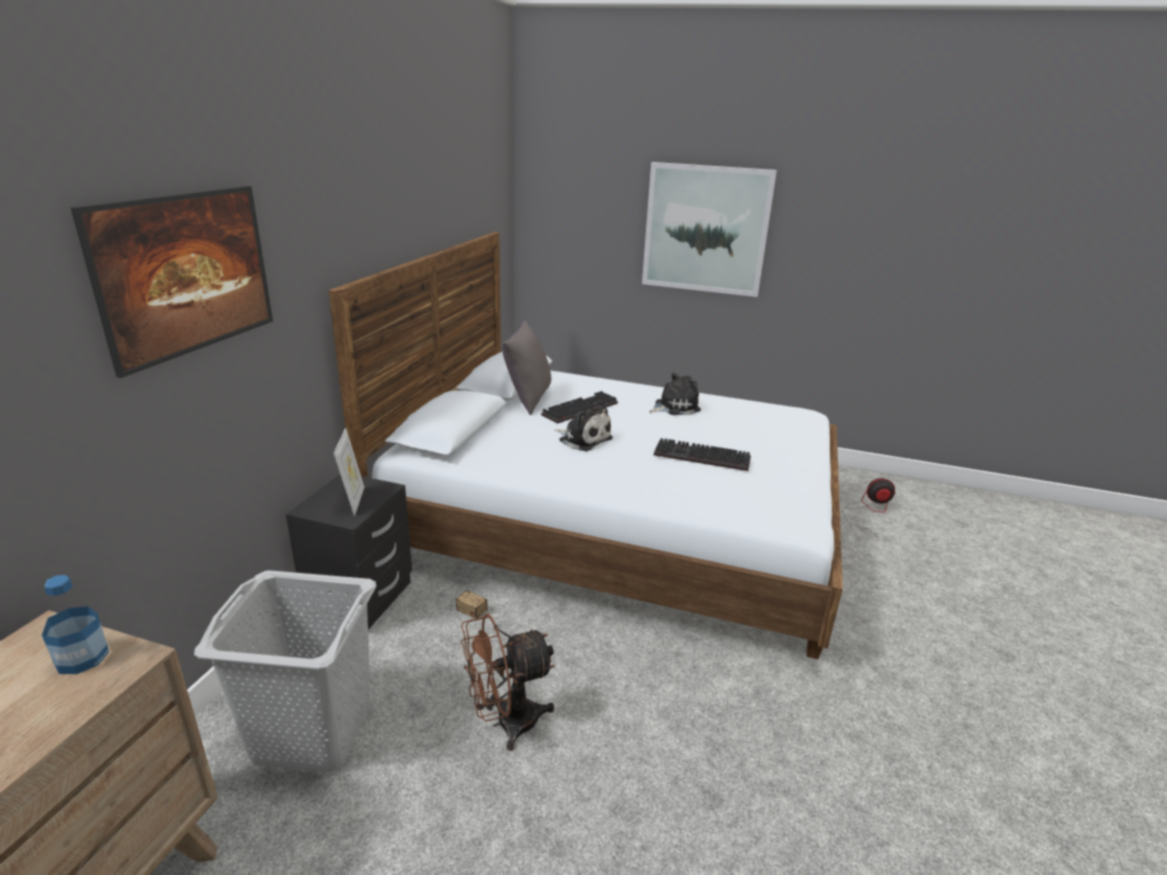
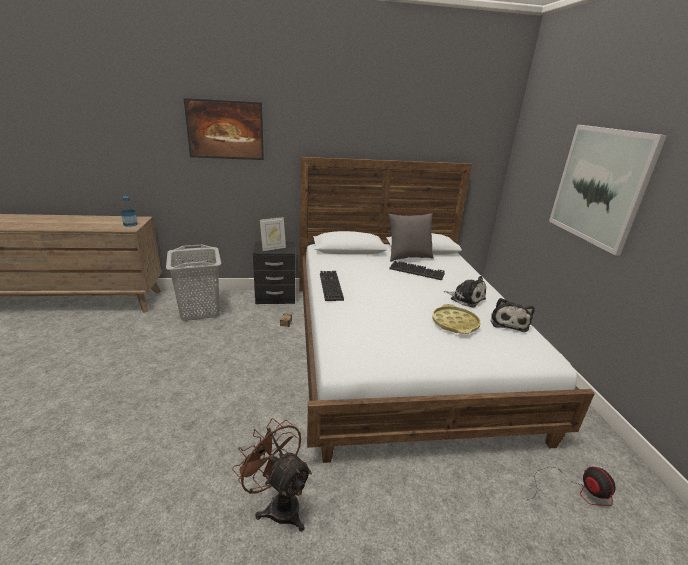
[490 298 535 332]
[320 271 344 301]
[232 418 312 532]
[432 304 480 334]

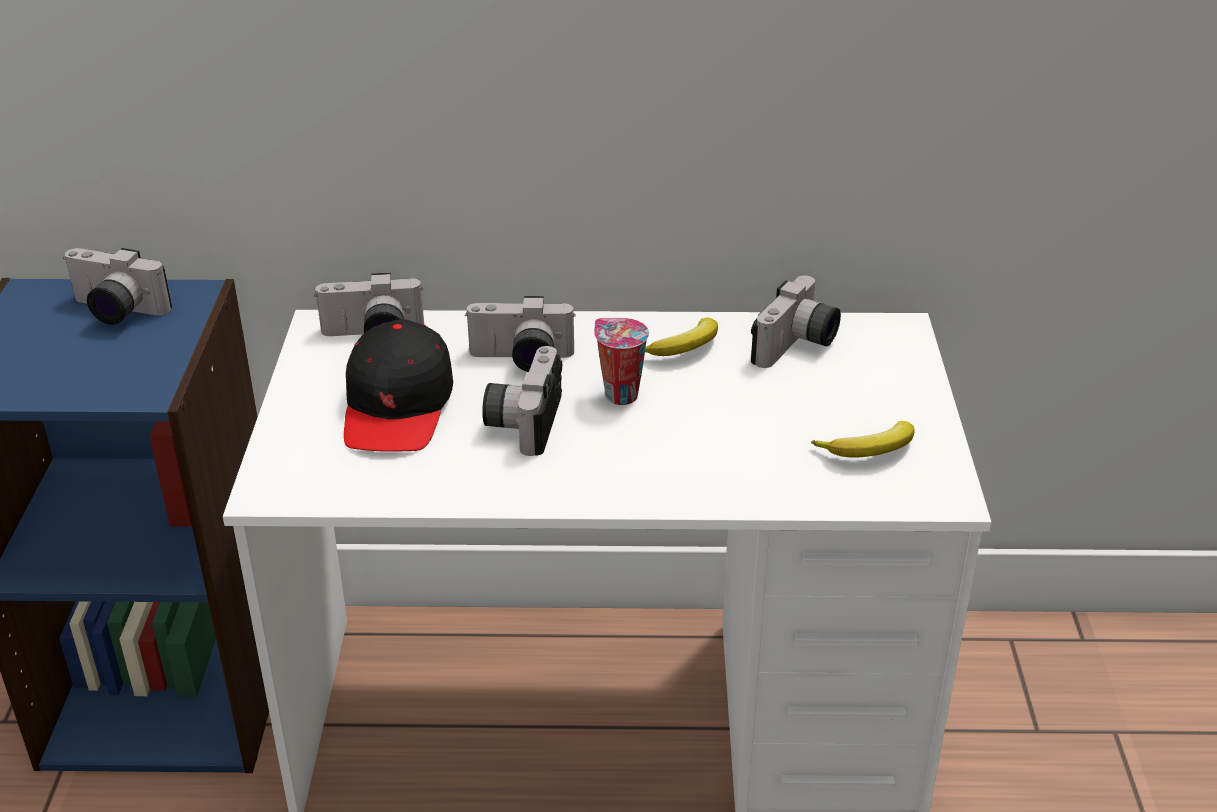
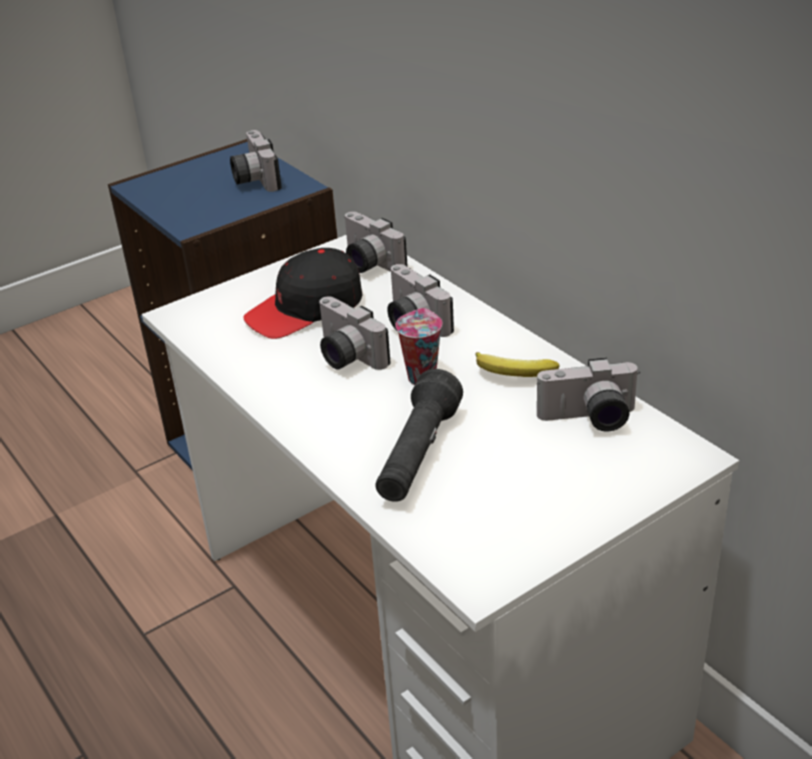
[319 296 391 370]
[811 421 915 458] (first image)
[375 369 463 502]

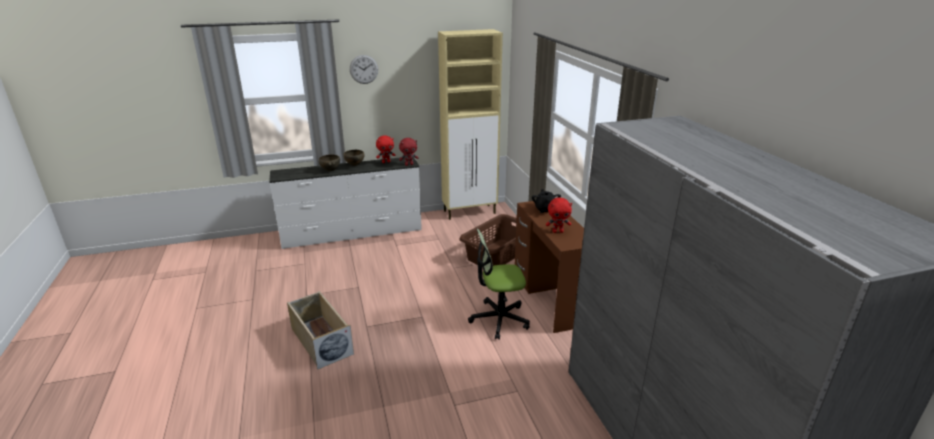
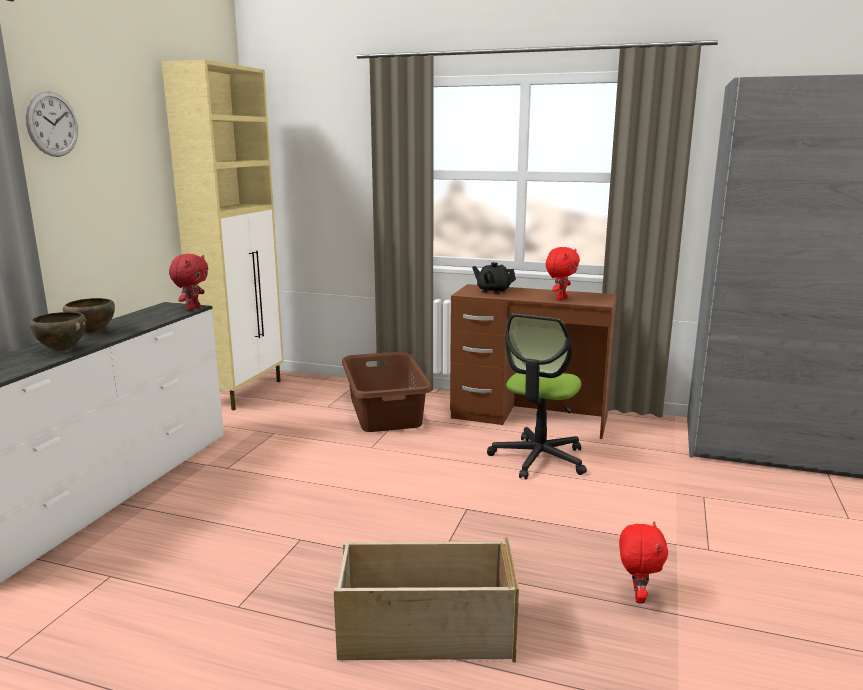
[619 522 668 604]

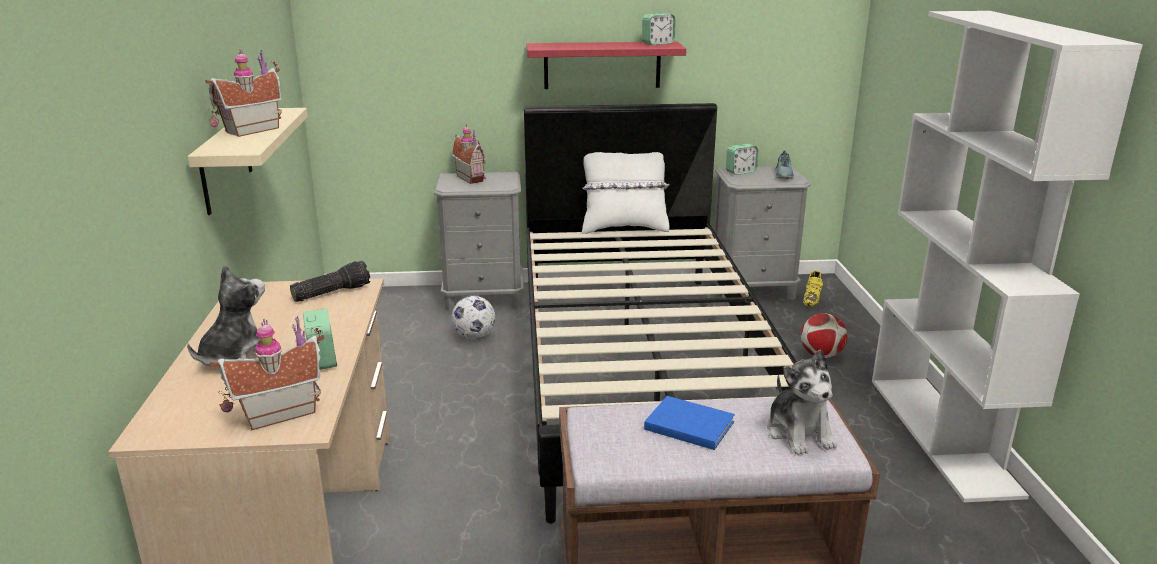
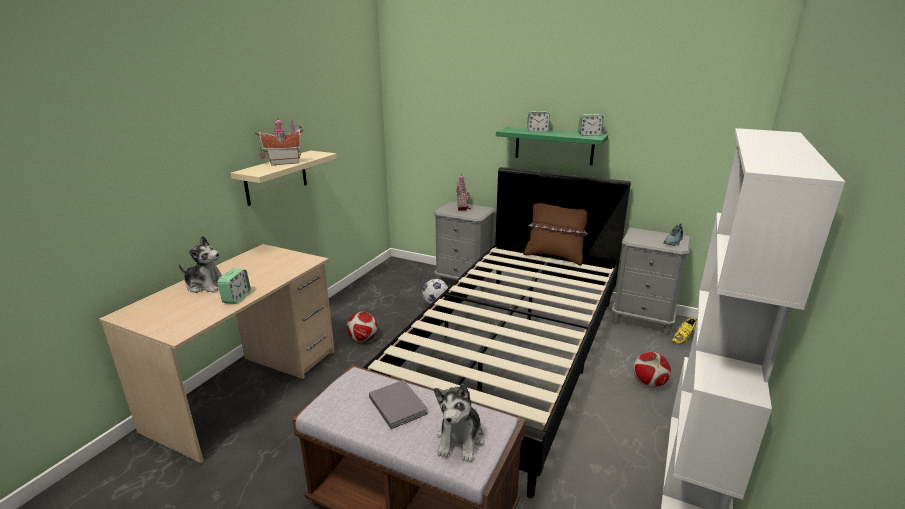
[496 127 608 165]
[527 111 550 132]
[523 203 588 266]
[290 261 370 302] (first image)
[179 236 223 293]
[210 316 324 430] (first image)
[369 380 428 429]
[347 311 377 342]

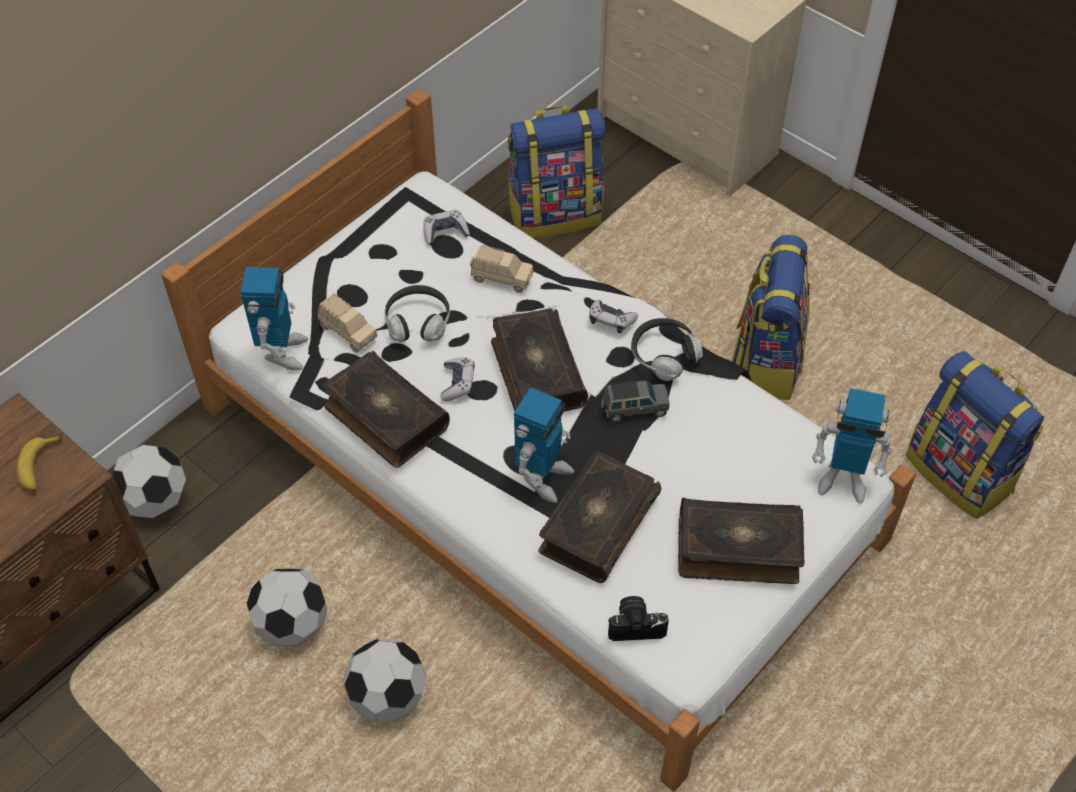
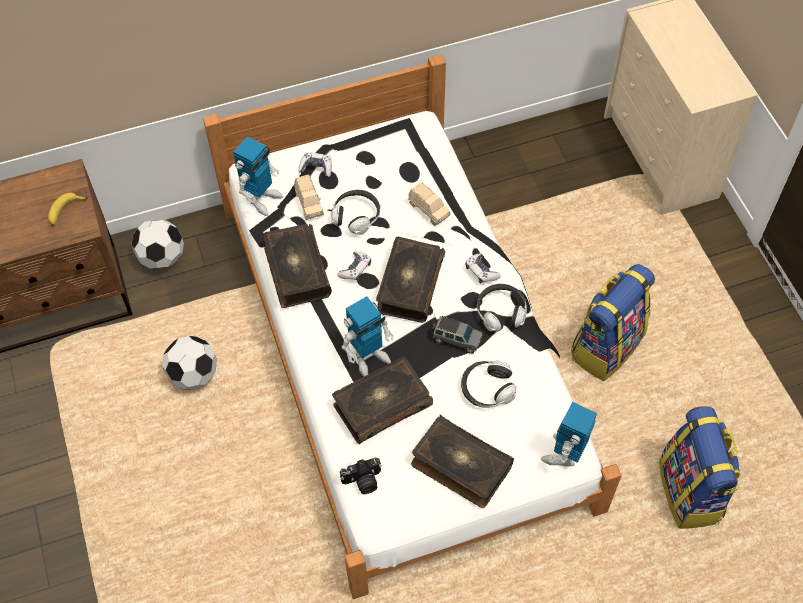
[508 106 605 239] (first image)
[298 152 332 177]
[541 402 597 466]
[340 457 382 494]
[343 639 426 722] (first image)
[461 360 516 408]

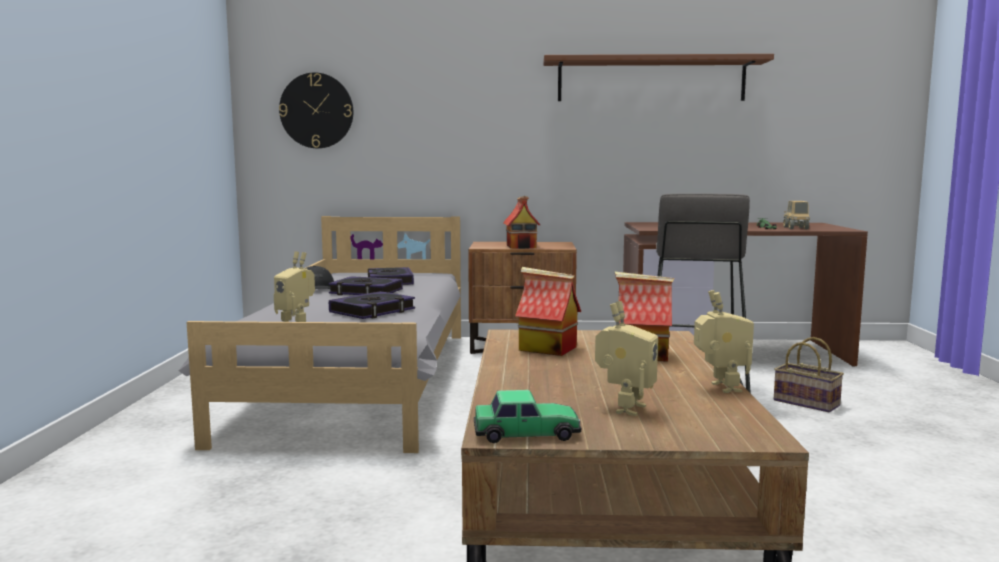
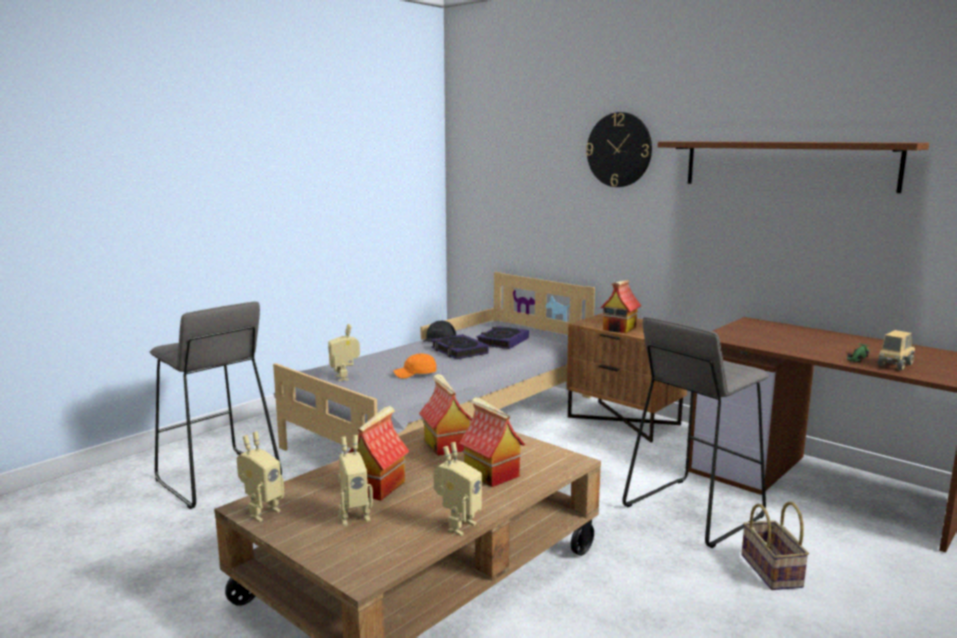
[586 112 652 187]
[393 353 437 379]
[237 431 284 522]
[150 301 282 509]
[348 406 409 501]

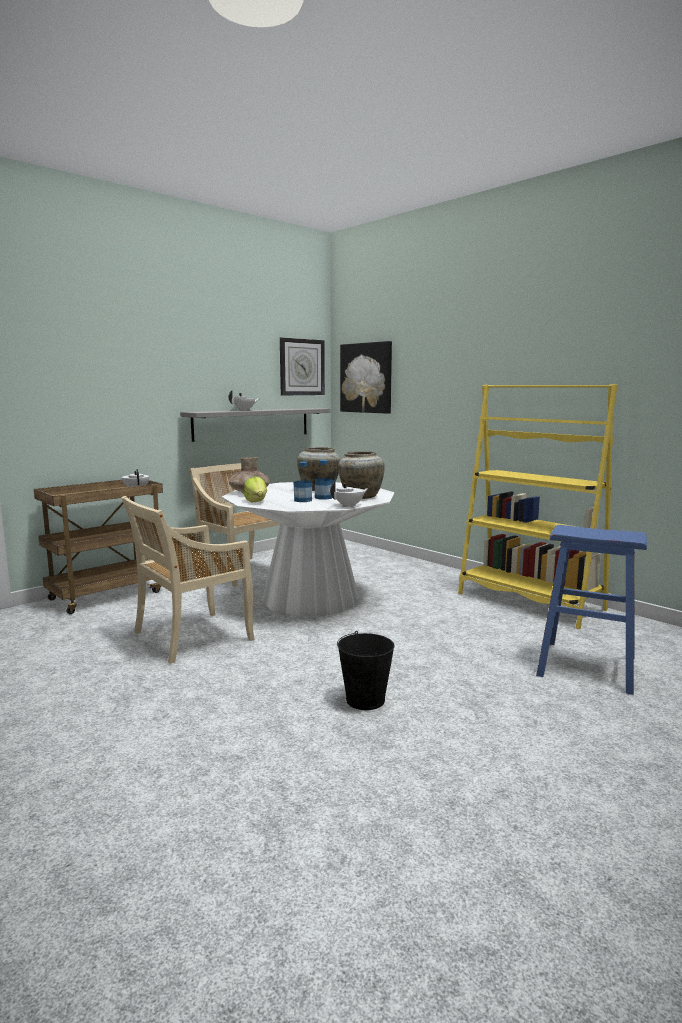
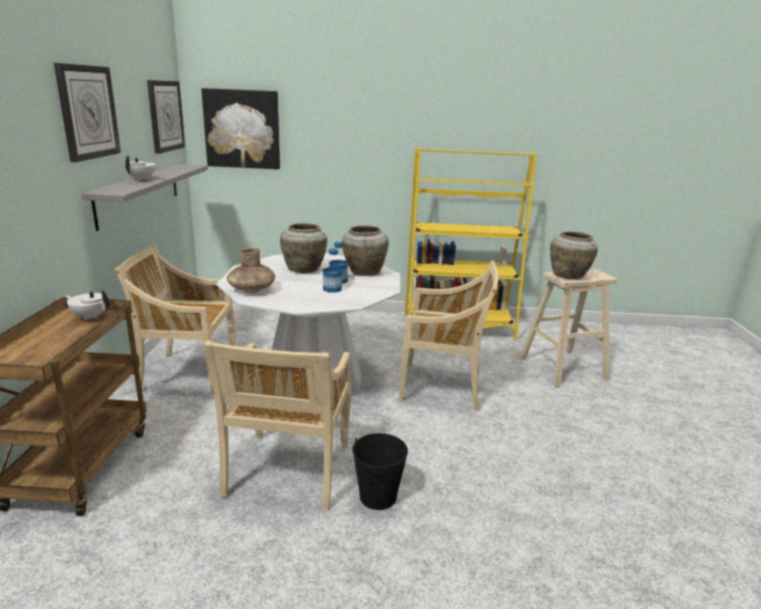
[244 477 267 503] (first image)
[330 481 369 508] (first image)
[520 269 617 388]
[352 433 408 510]
[54 63 121 162]
[550 231 598 280]
[398 261 498 411]

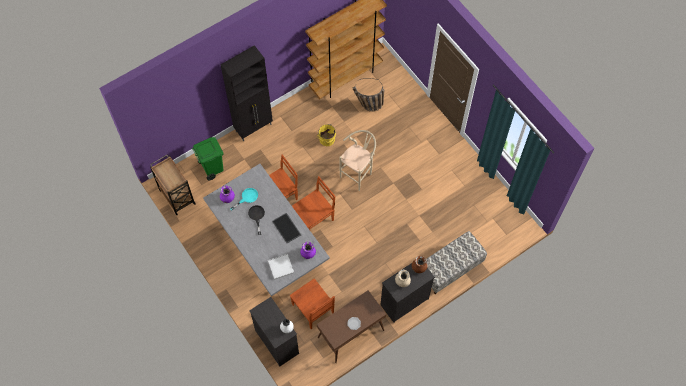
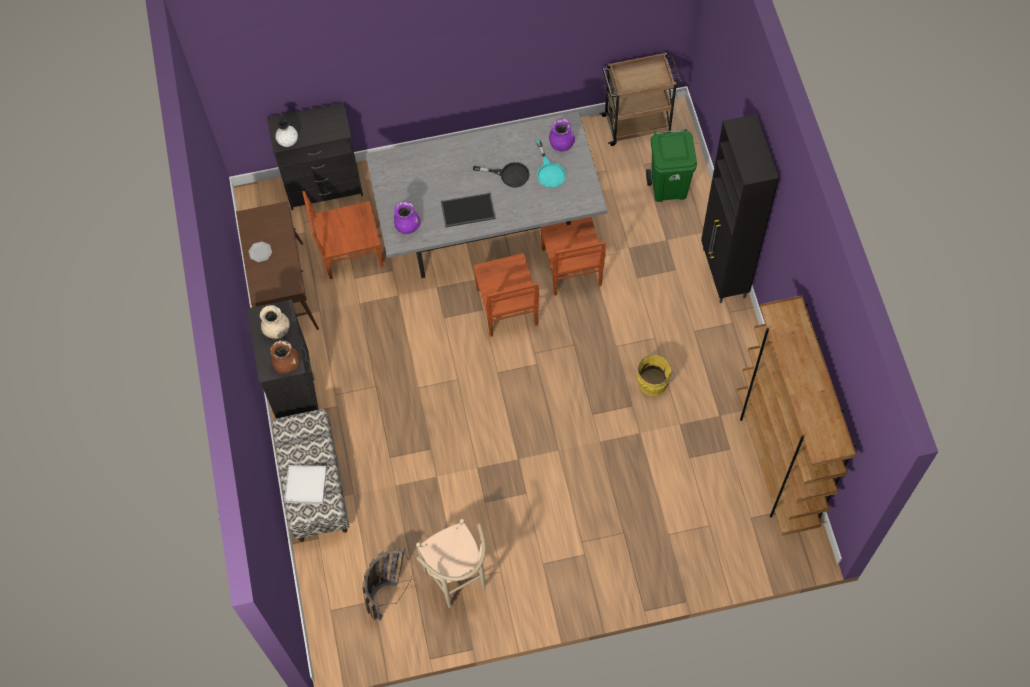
[362 547 414 620]
[416 519 486 608]
[284 465 327 504]

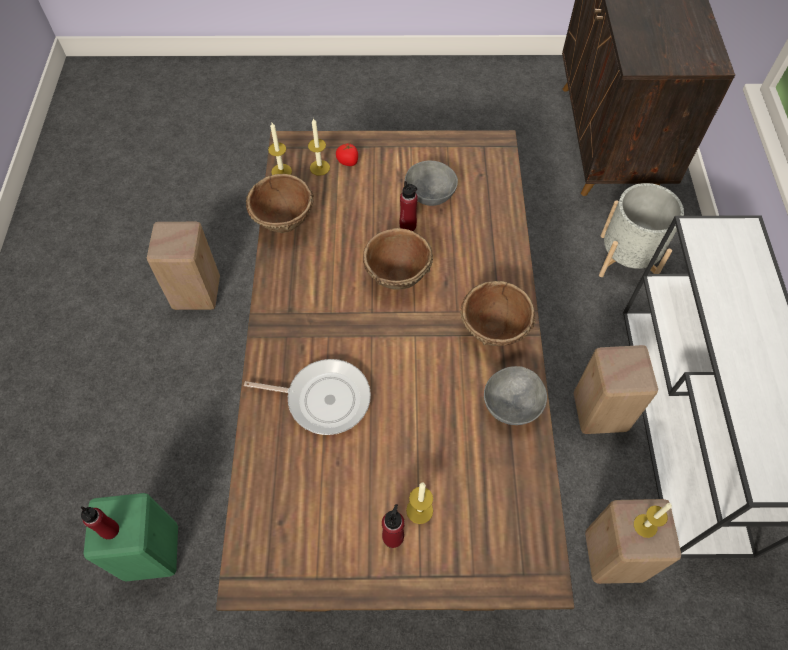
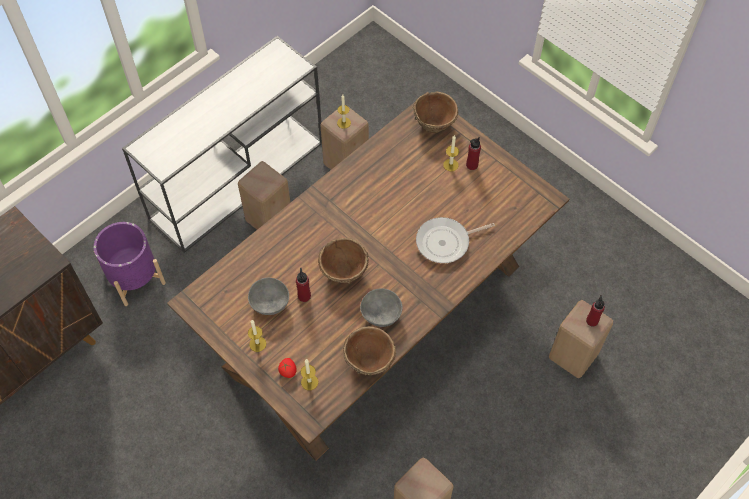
[248 320 266 352]
[94 222 166 306]
[413 92 458 133]
[416 217 495 263]
[360 288 403 327]
[549 300 613 378]

